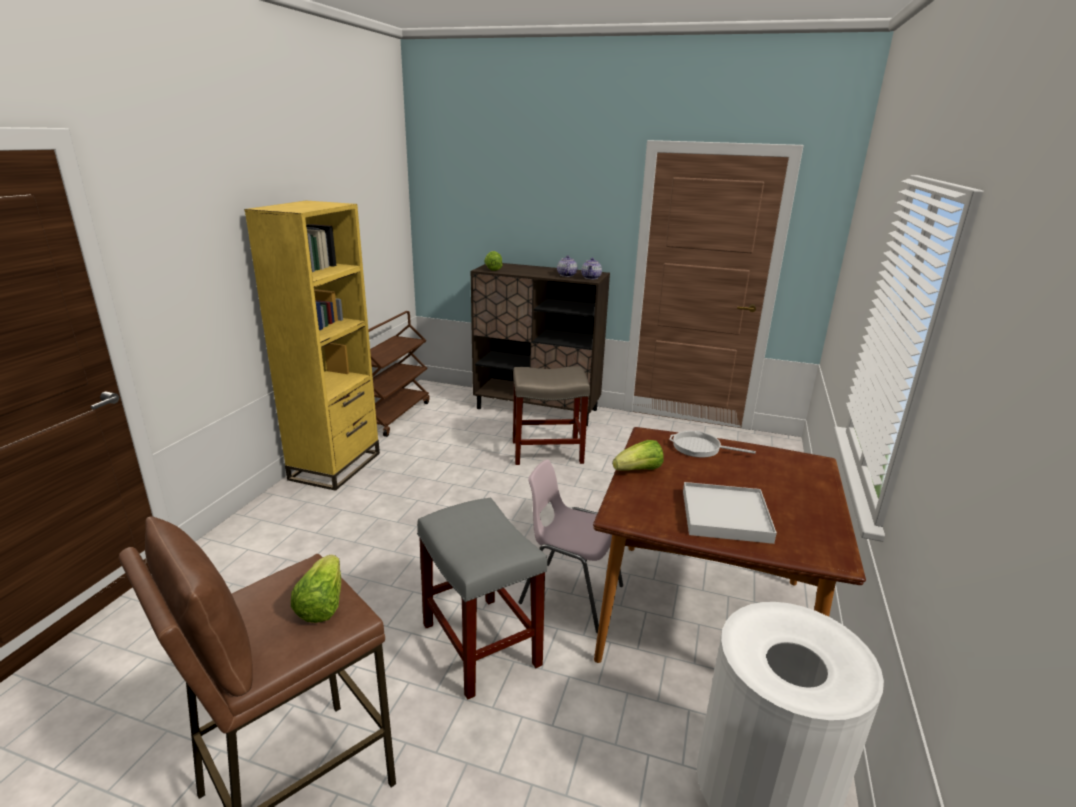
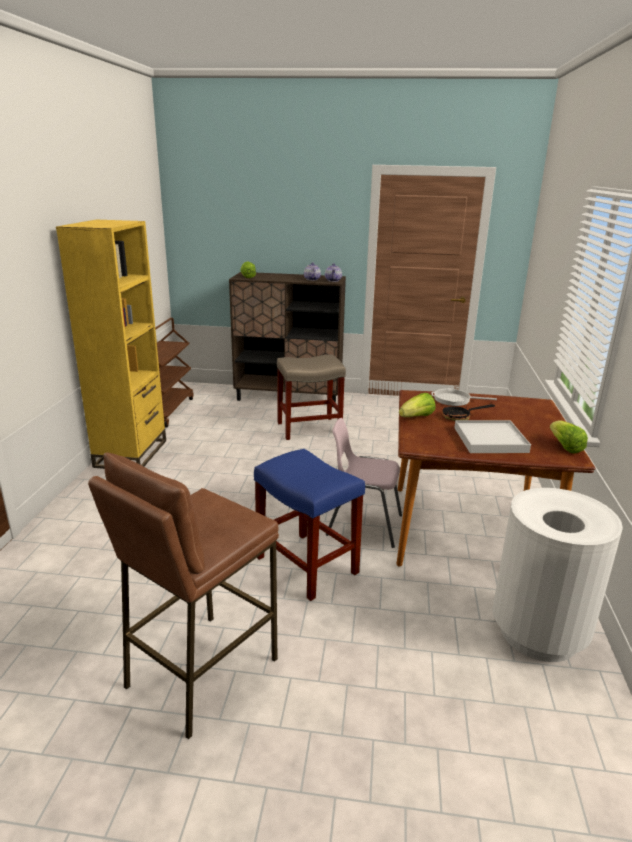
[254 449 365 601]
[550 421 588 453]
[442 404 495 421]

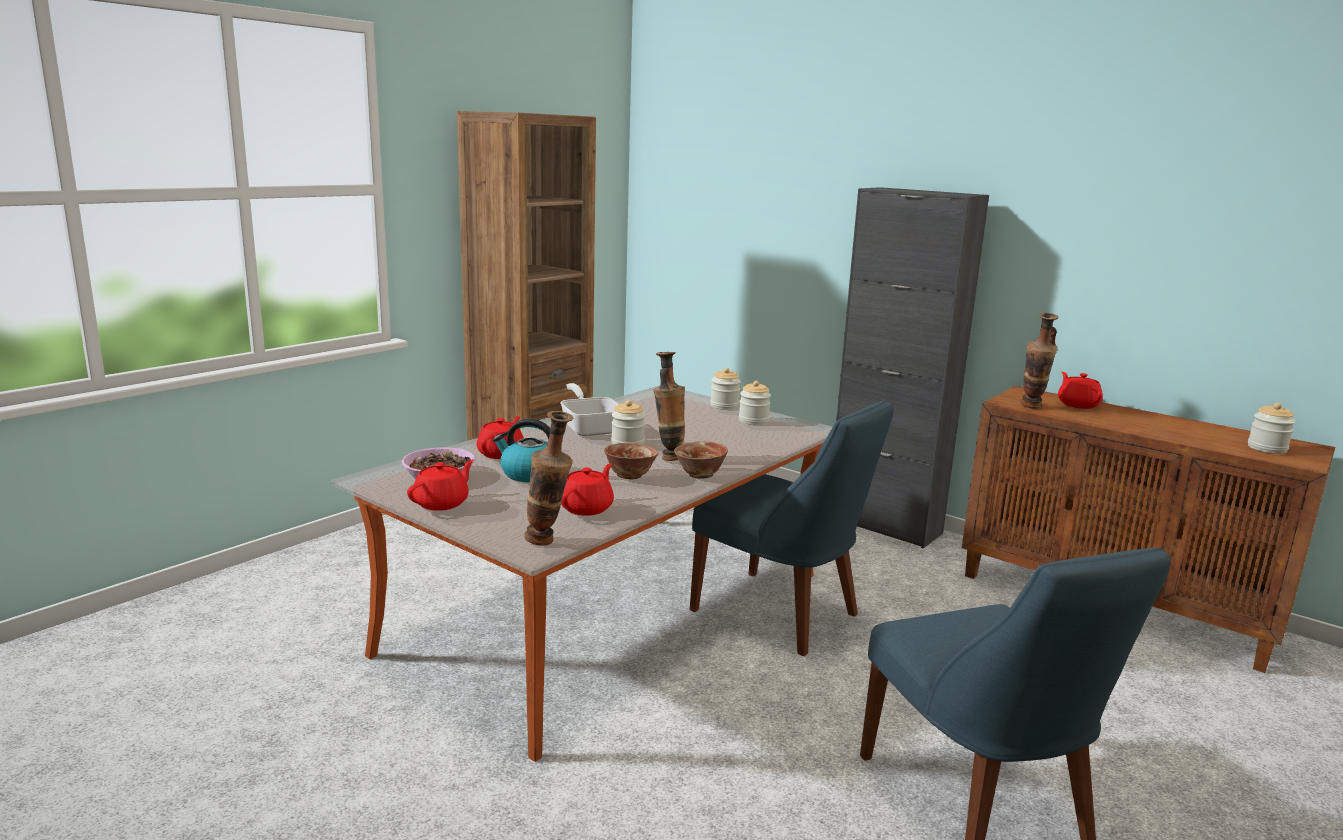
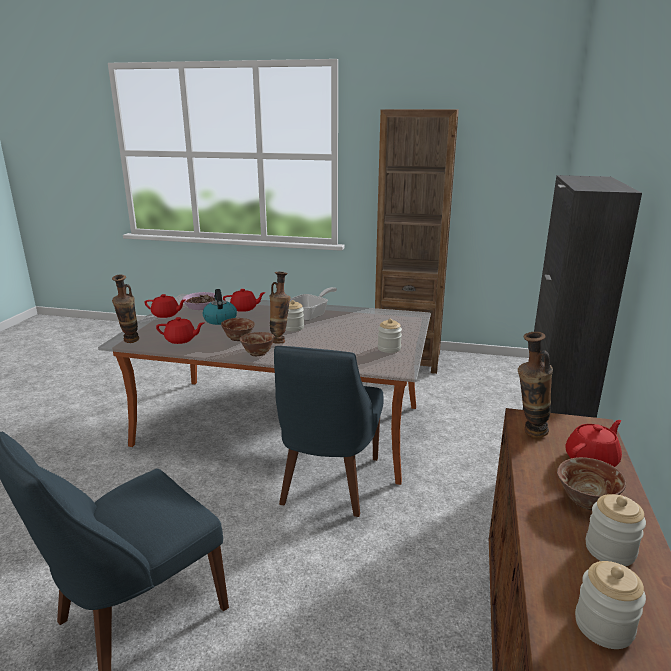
[586 494 646 566]
[557 457 626 510]

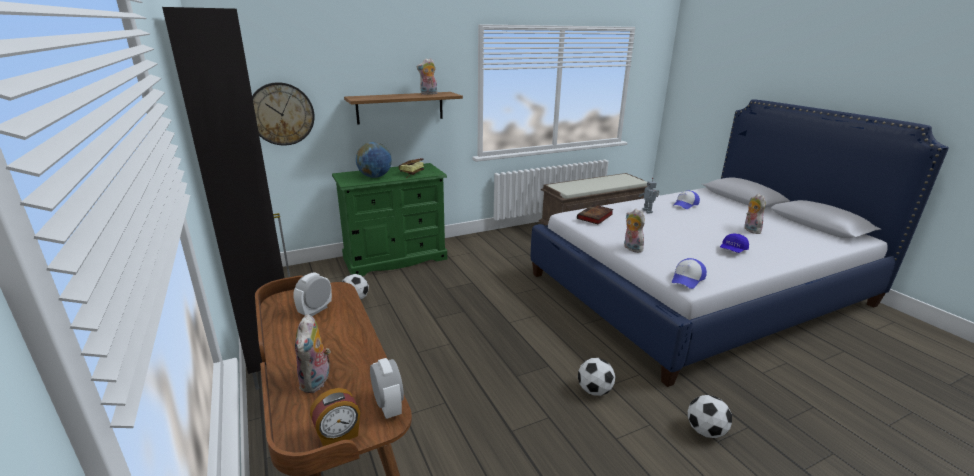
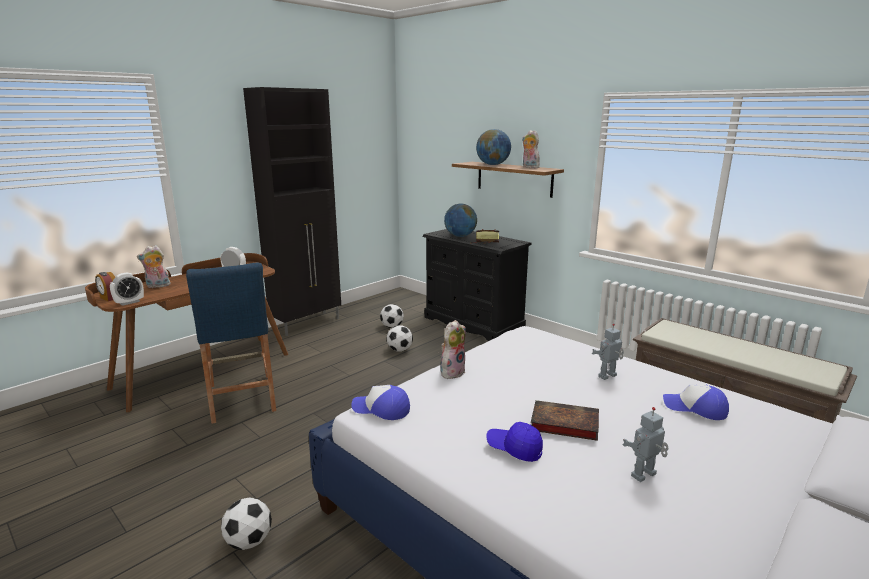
[252 82 314 146] (first image)
[423 229 532 341]
[622 407 669 482]
[531 400 599 441]
[387 325 413 352]
[476 129 511 165]
[186 263 276 424]

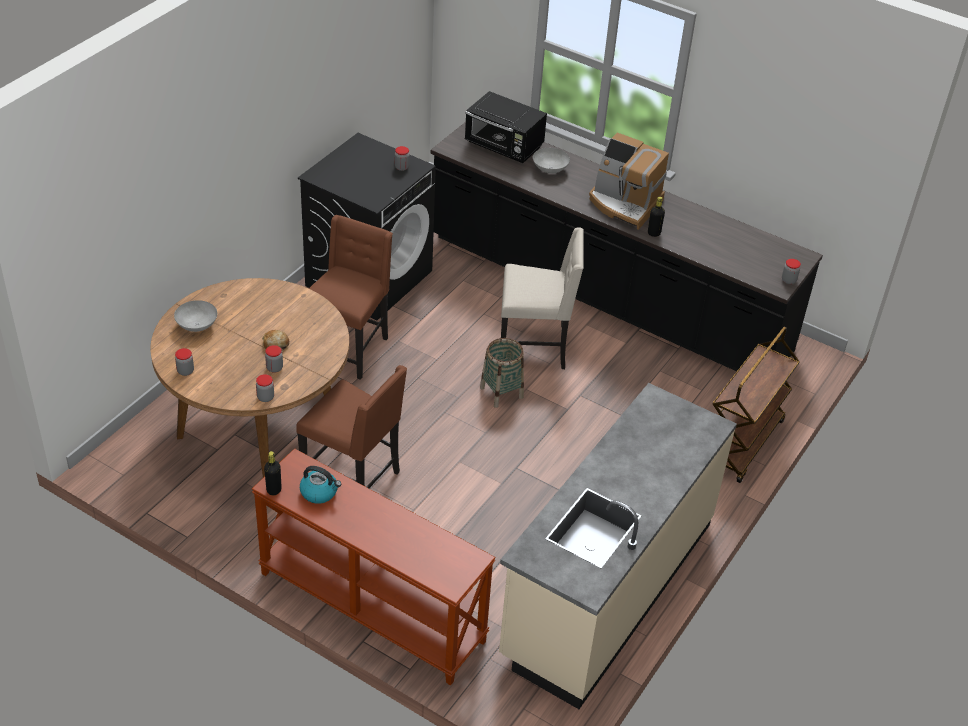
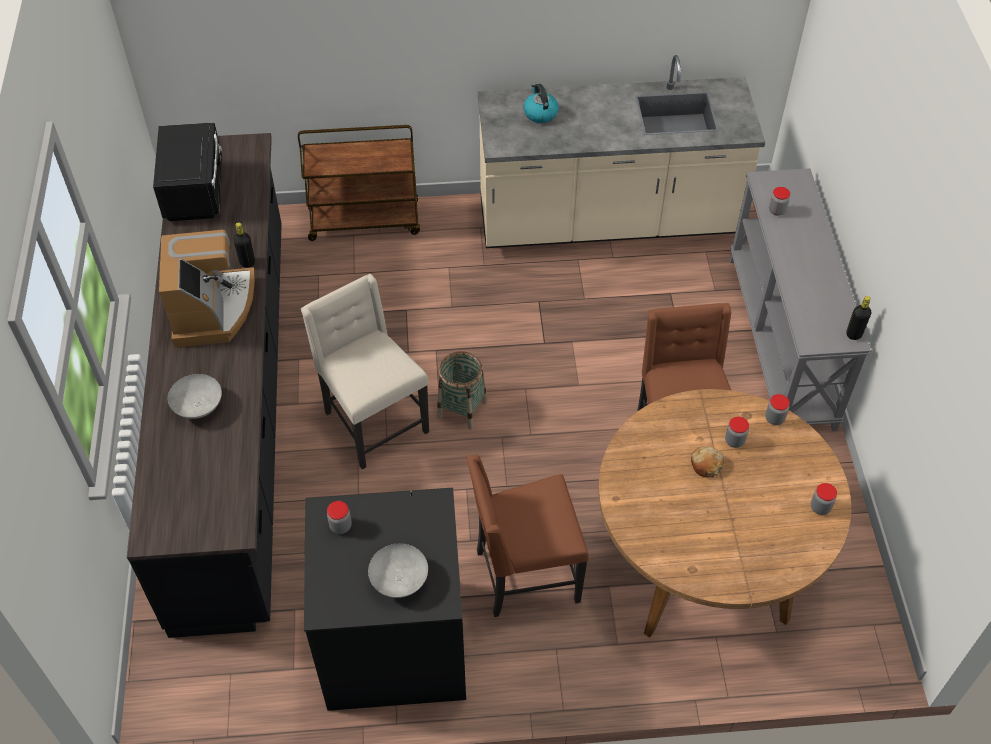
[153 123 222 221]
[769 187 790 216]
[368 543 428 598]
[730 168 871 431]
[523 84 559 123]

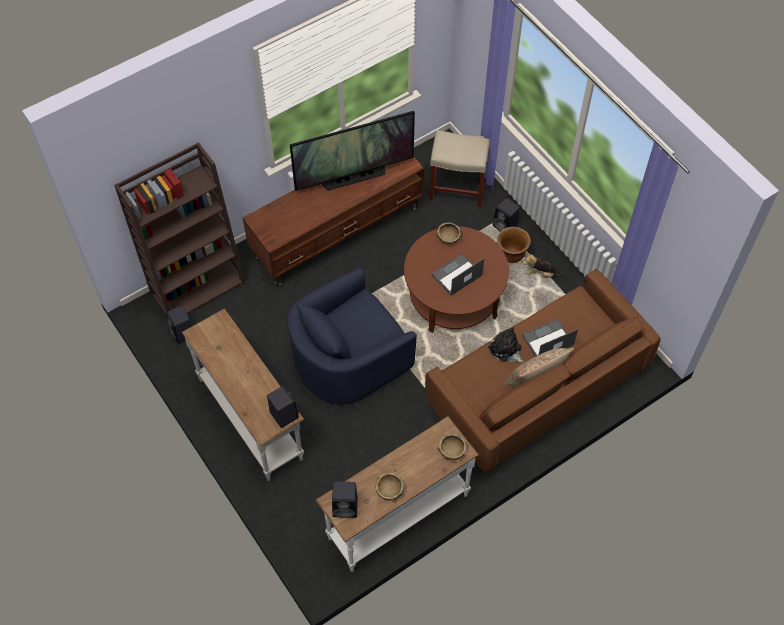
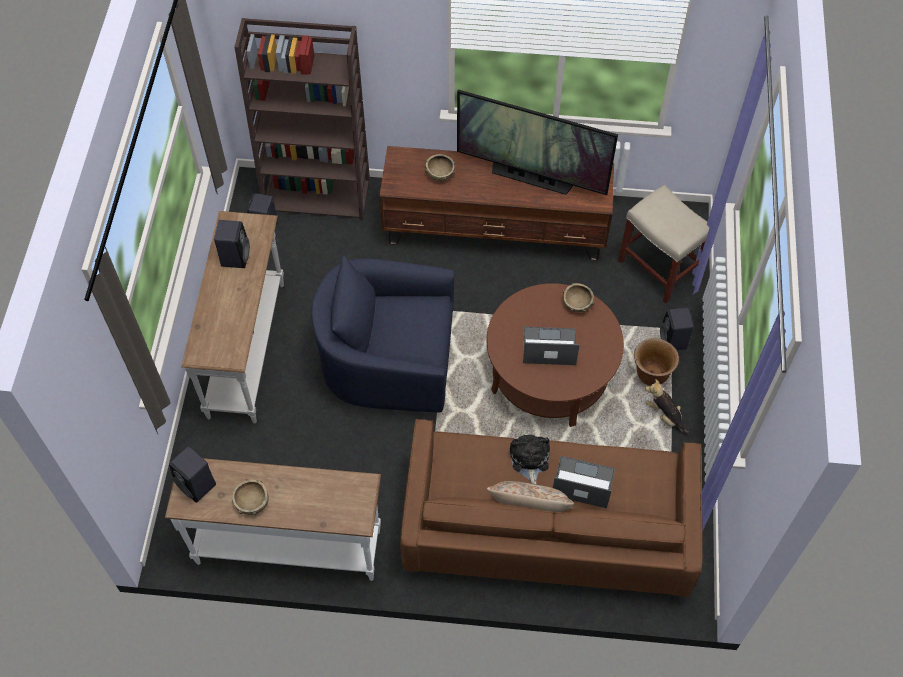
[214 220 250 268]
[424 154 456 181]

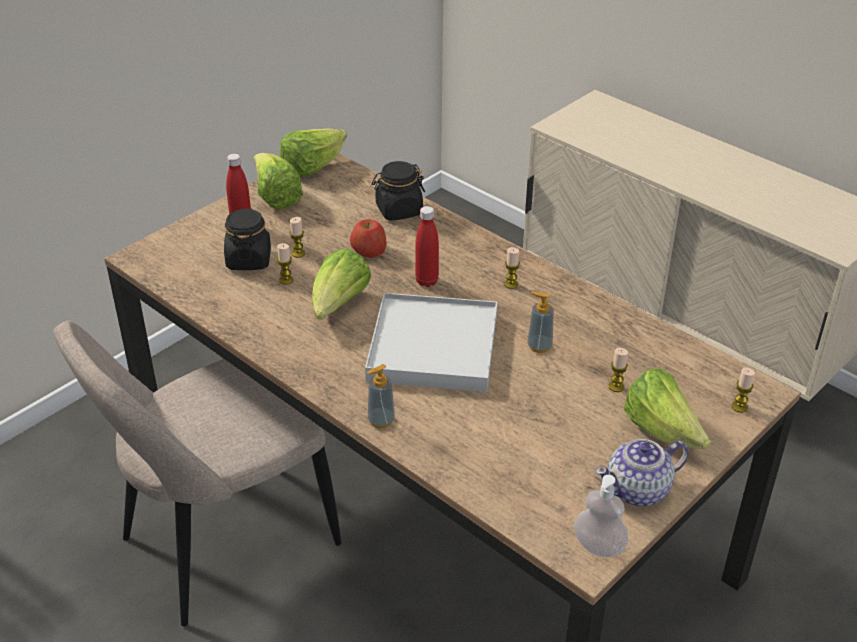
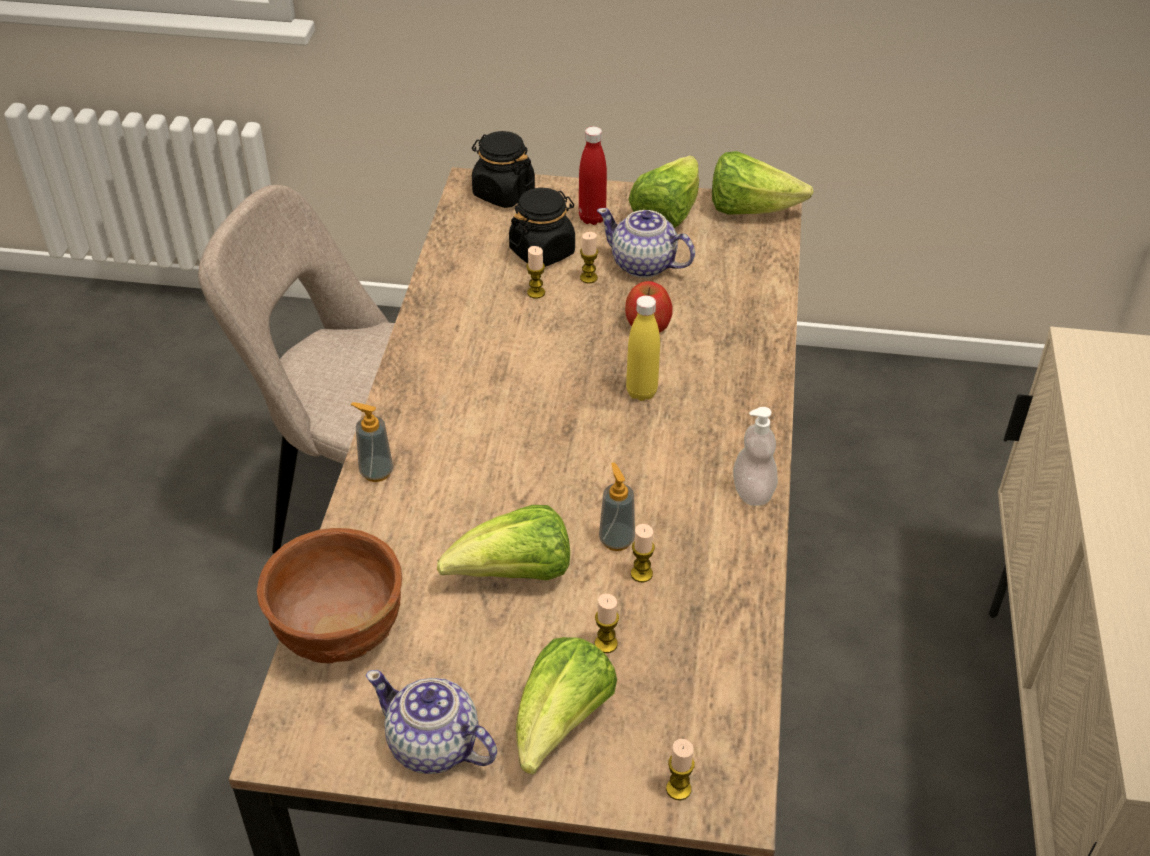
[472 131 535 208]
[626 295 660 401]
[631 524 655 583]
[437 505 570 581]
[365 293 497 392] (first image)
[733 407 778 506]
[597 208 695 278]
[257 528 402 663]

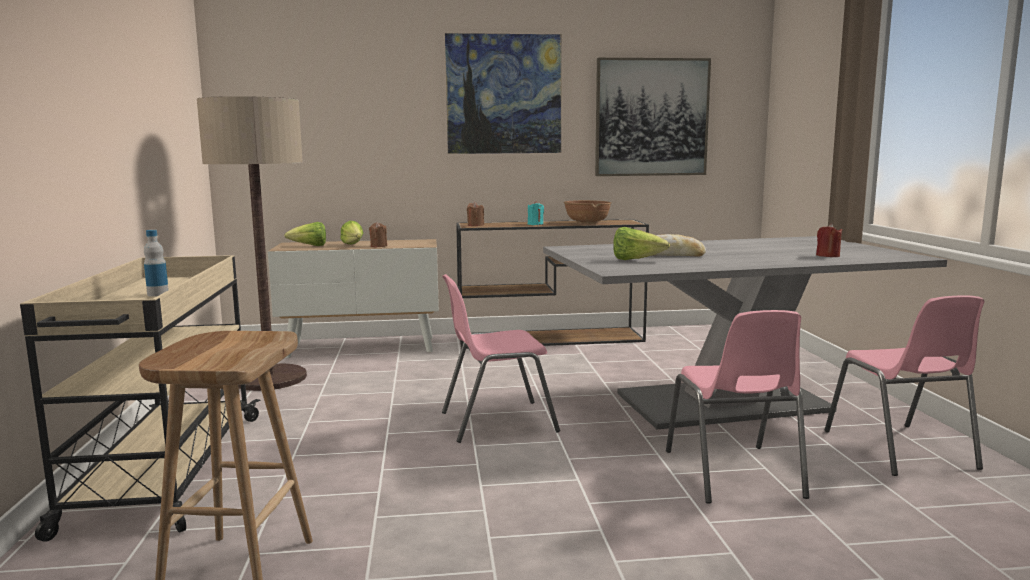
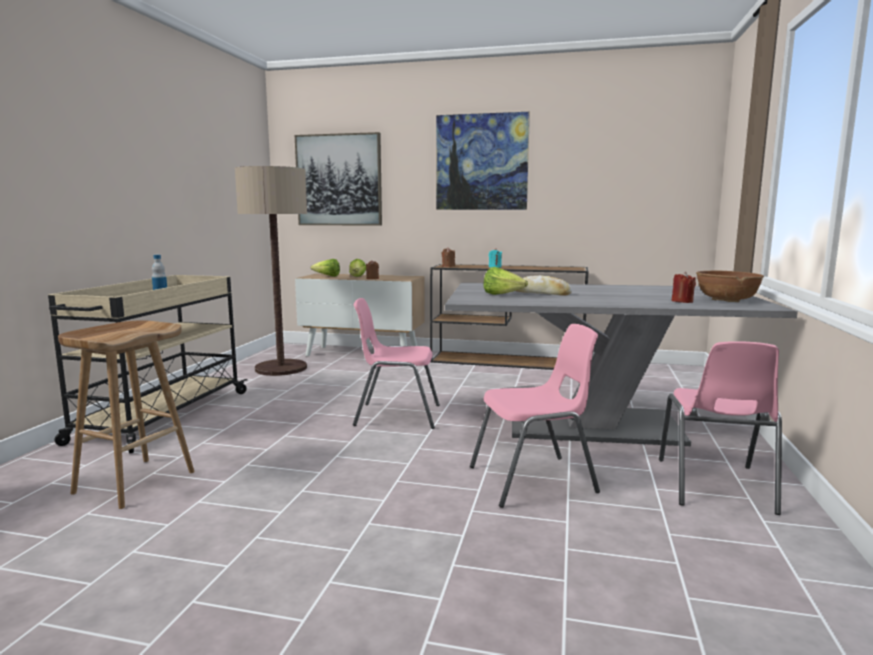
[295 132 382 226]
[696 271 764 302]
[470 324 600 508]

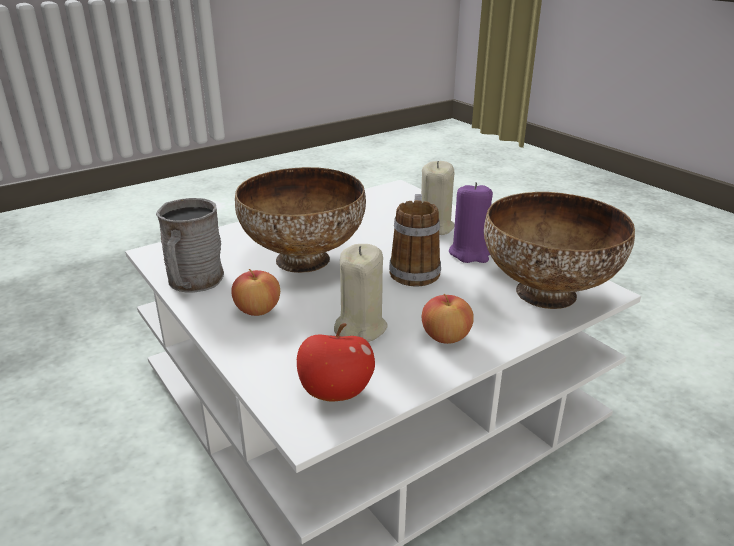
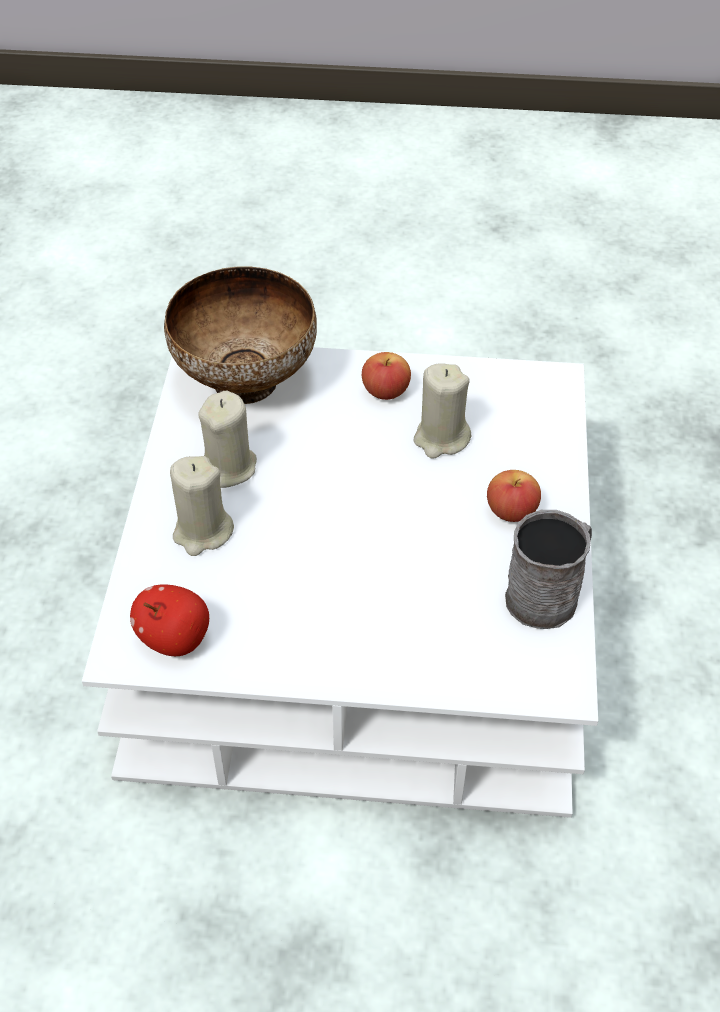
[235 167 366 273] (first image)
[199 391 257 488]
[389 194 441 286] (first image)
[130 585 209 656]

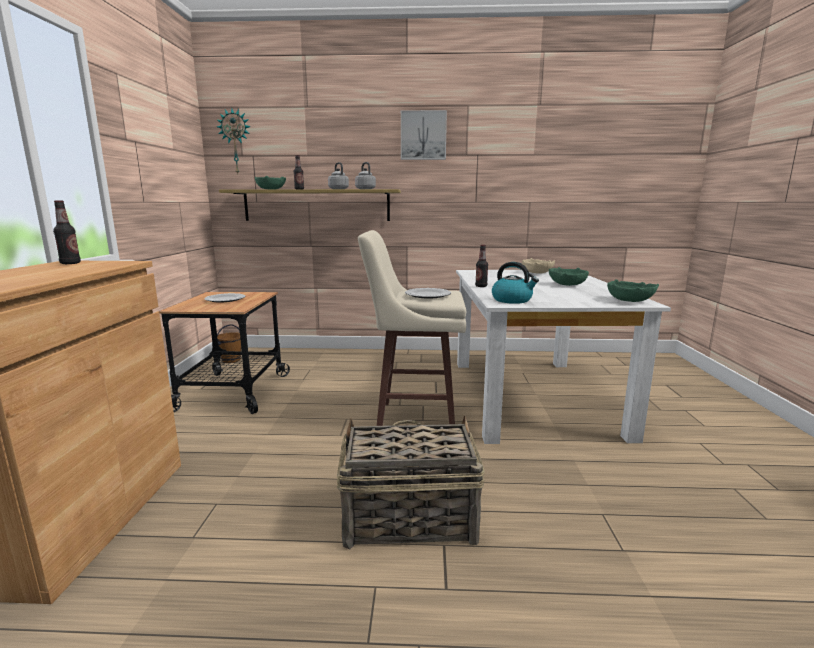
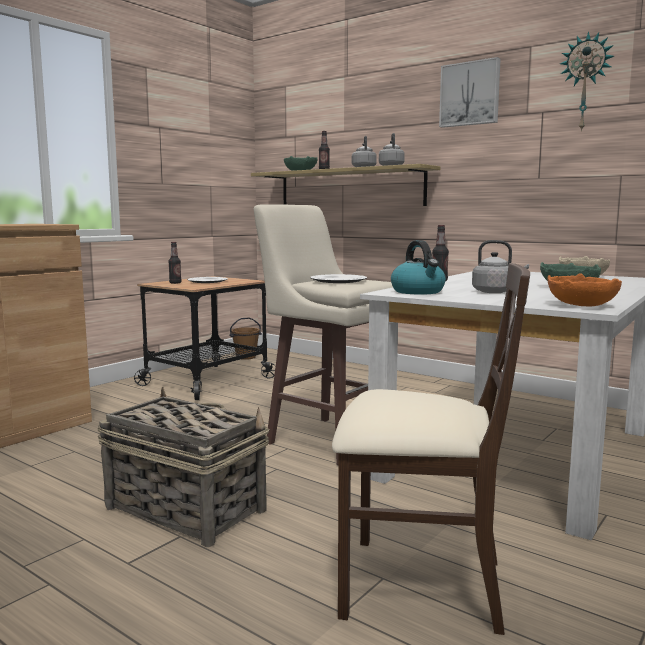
[560 31 614 132]
[168 242 181 284]
[547 273 622 307]
[472 240 529 293]
[332 263 530 635]

